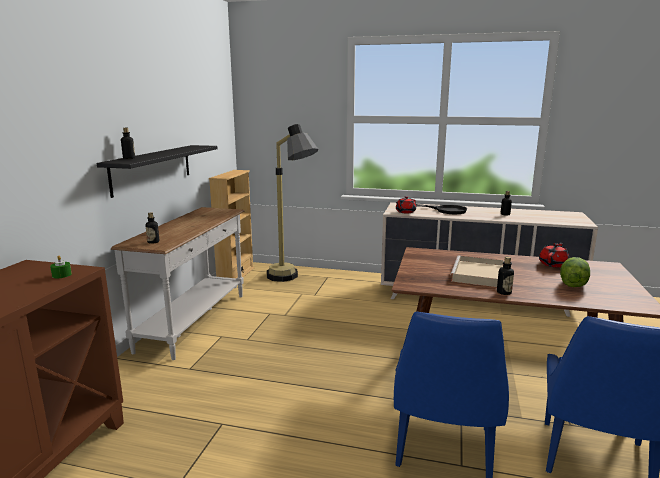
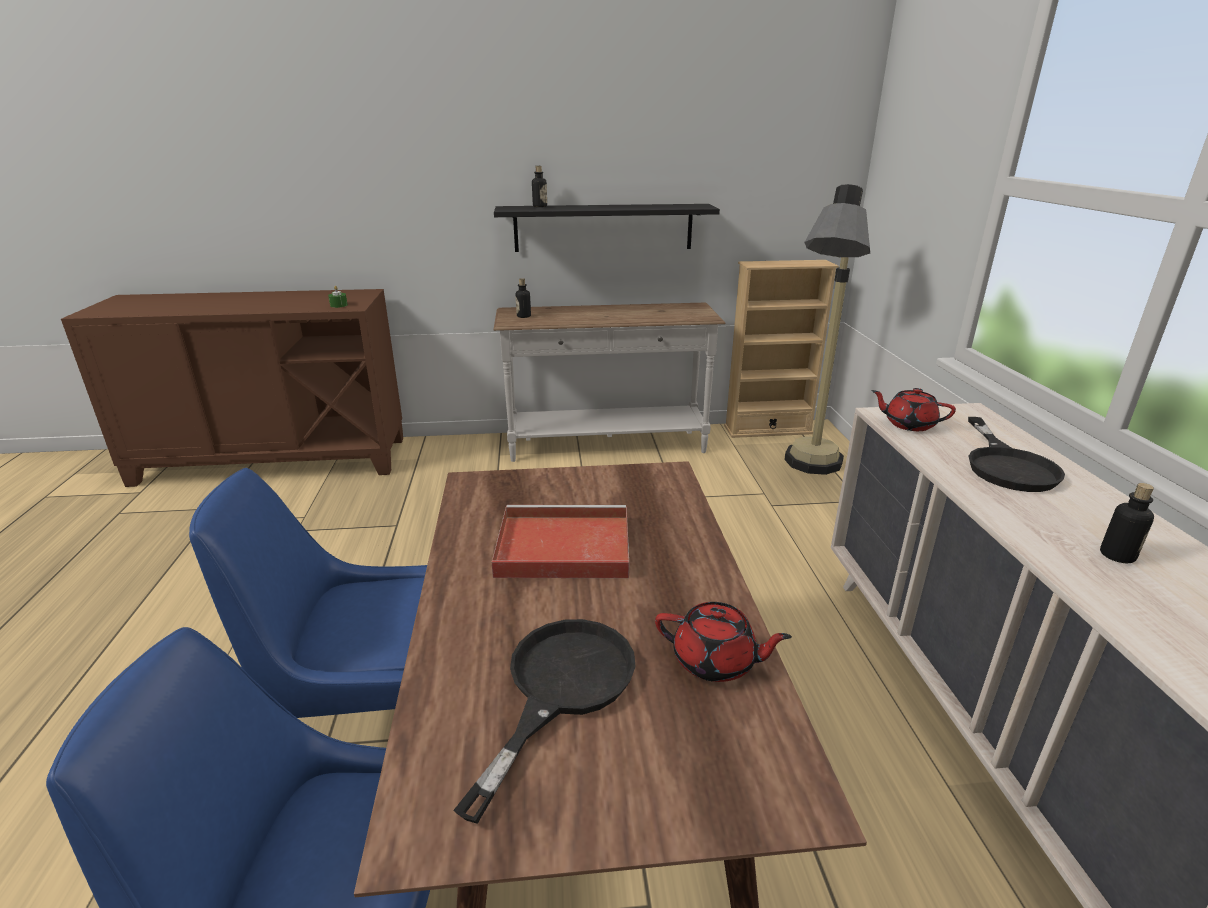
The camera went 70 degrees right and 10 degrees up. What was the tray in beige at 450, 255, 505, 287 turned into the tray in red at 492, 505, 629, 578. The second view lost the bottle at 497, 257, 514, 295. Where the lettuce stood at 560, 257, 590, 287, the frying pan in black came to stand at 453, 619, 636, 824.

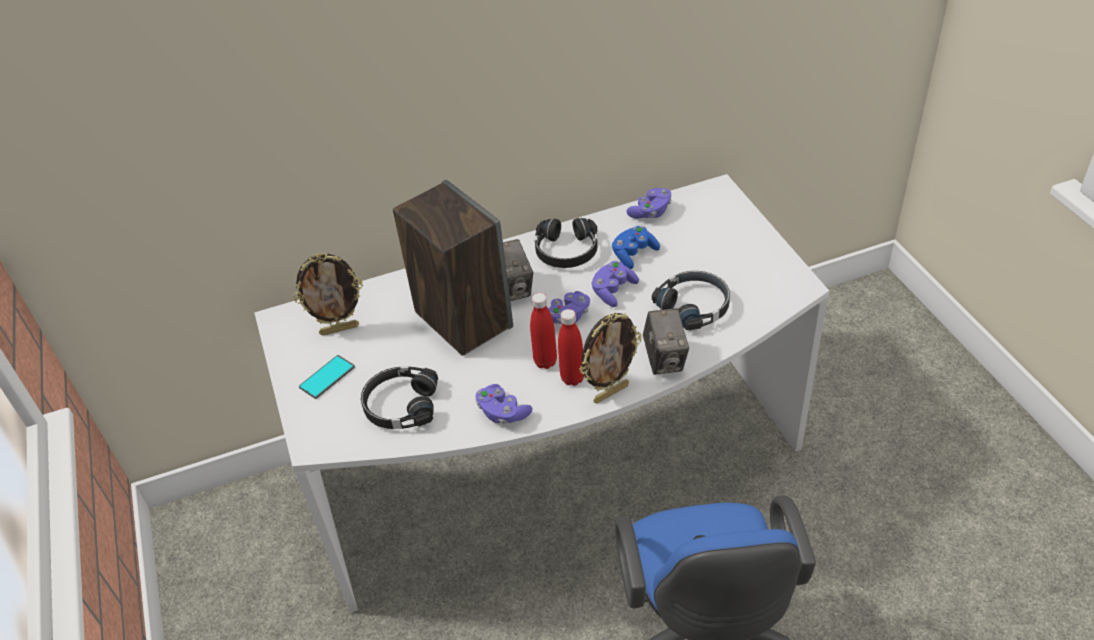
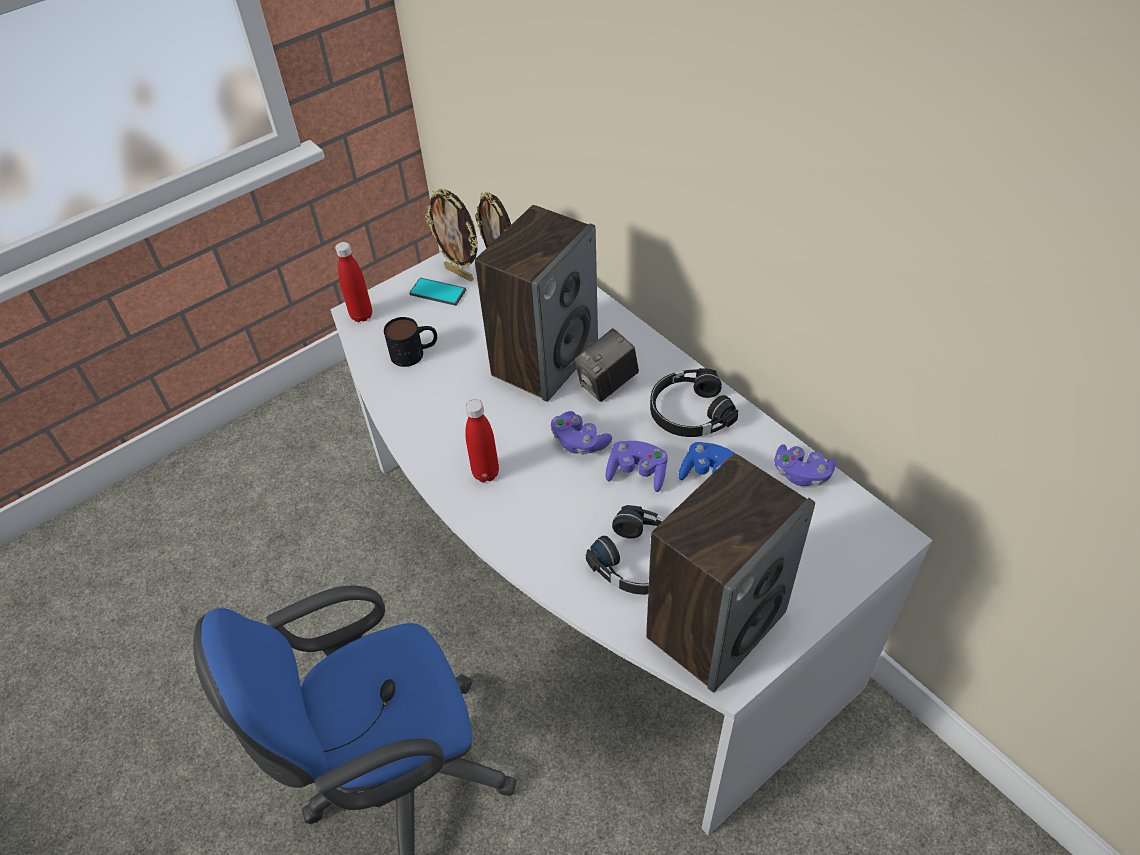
The camera went 70 degrees right and 5 degrees up. Where the headphones in black stood at 361, 367, 438, 429, the mug came to stand at 384, 317, 437, 367. The second view lost the game controller in purple at 476, 384, 532, 424. The bottle in red ended up elsewhere, having gone from 530, 293, 557, 369 to 335, 242, 372, 322. The picture frame ended up elsewhere, having gone from 580, 313, 642, 403 to 425, 188, 478, 281. The second view lost the photo camera at 643, 308, 689, 375. The second view gained the speaker at 646, 453, 815, 693.

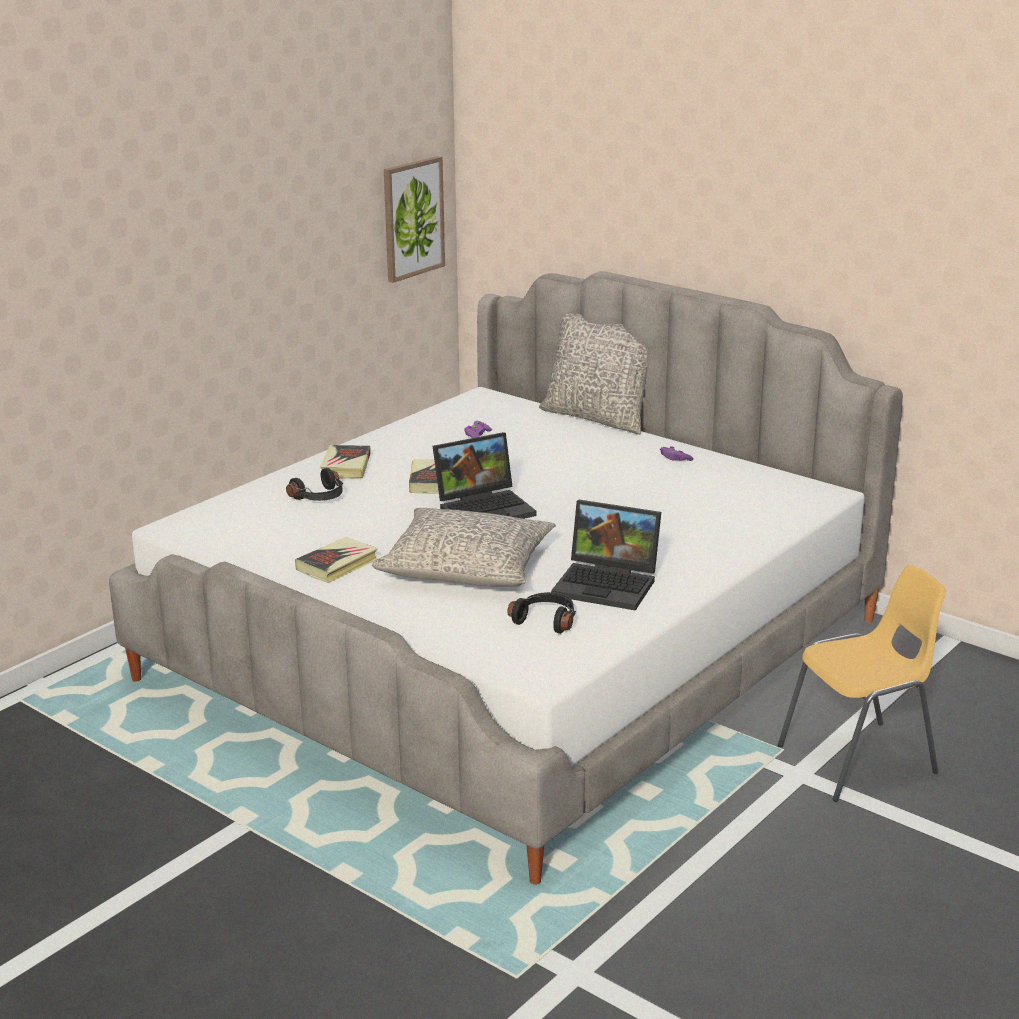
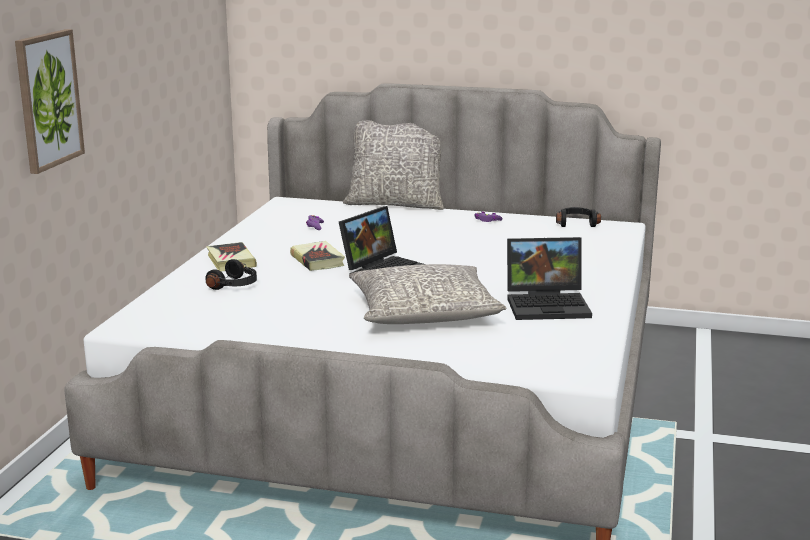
The camera went 25 degrees left and 5 degrees down. The second view lost the book at 295, 537, 378, 583. The picture ended up elsewhere, having gone from 384, 156, 445, 283 to 15, 29, 85, 174. The headphones in black ended up elsewhere, having gone from 507, 592, 576, 634 to 556, 207, 601, 227. The second view lost the chair in yellow at 778, 565, 946, 802.

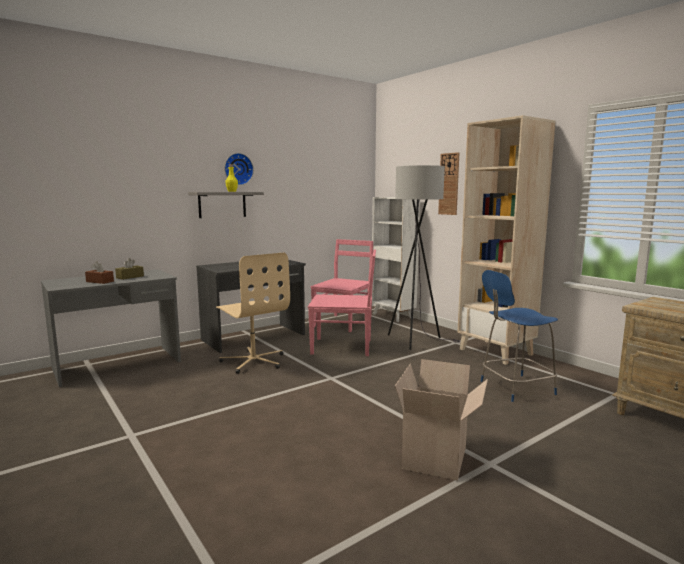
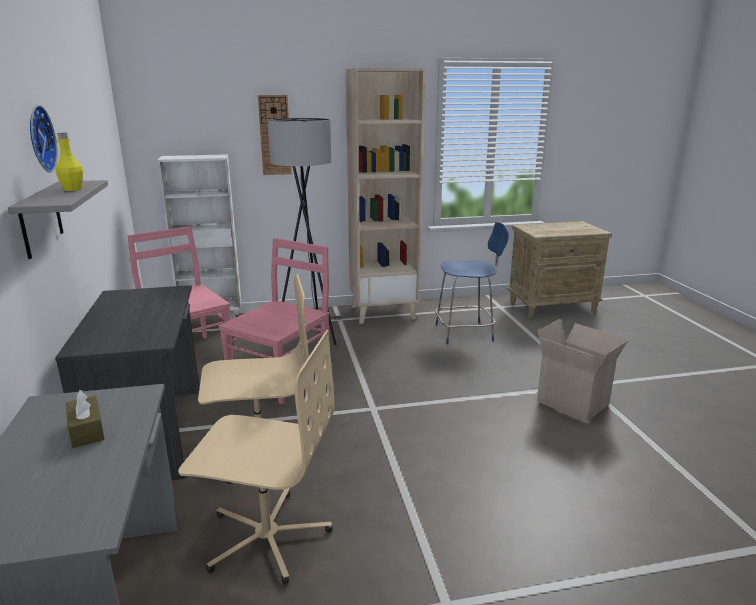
The camera went 65 degrees left and 10 degrees up. The second view lost the tissue box in brown at 85, 262, 114, 284. The chair in blue at 481, 270, 558, 402 ended up facing another way, 105 degrees counterclockwise from before. The second view gained the office chair in beige at 178, 330, 335, 585.

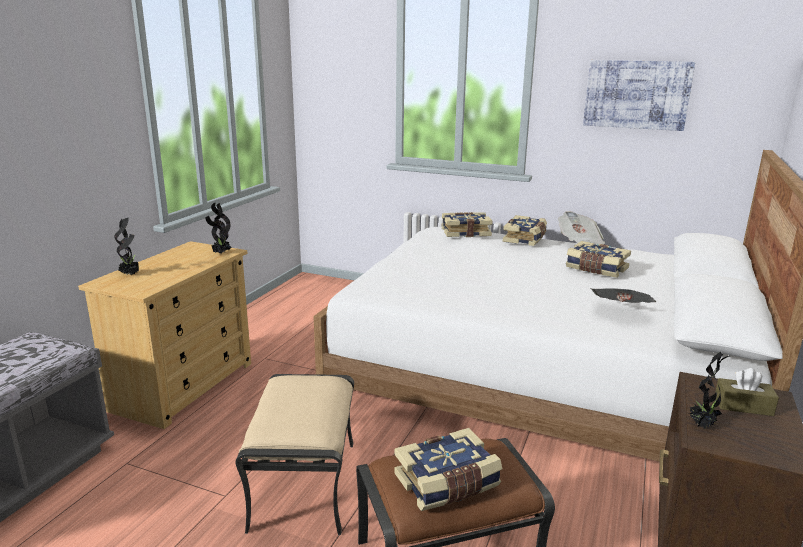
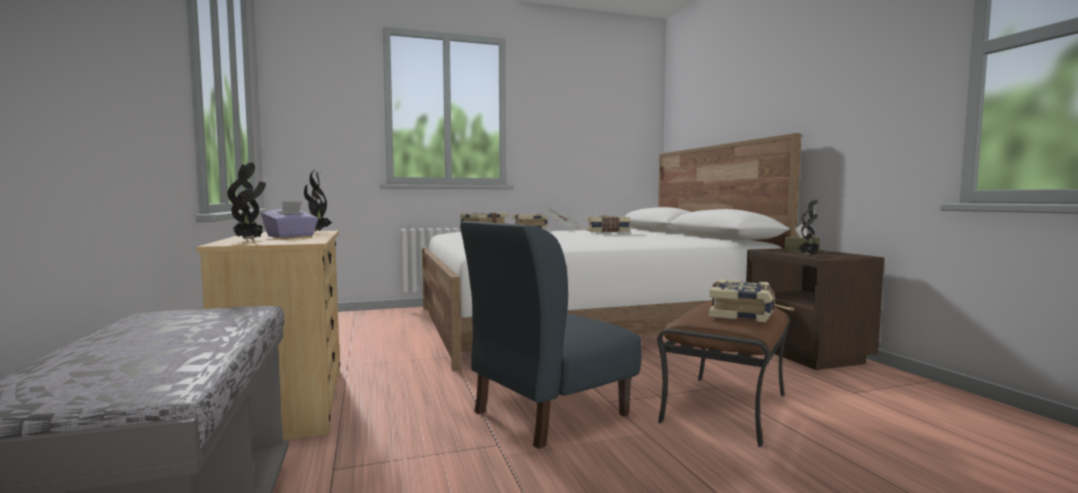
The camera went 40 degrees left and 15 degrees down. Where the ottoman in beige stood at 236, 374, 354, 535, the chair in blue came to stand at 460, 221, 642, 449. The second view lost the picture at 583, 60, 695, 131. The second view lost the newspaper at 592, 288, 656, 303. The second view gained the tissue box in purple at 261, 201, 318, 238.

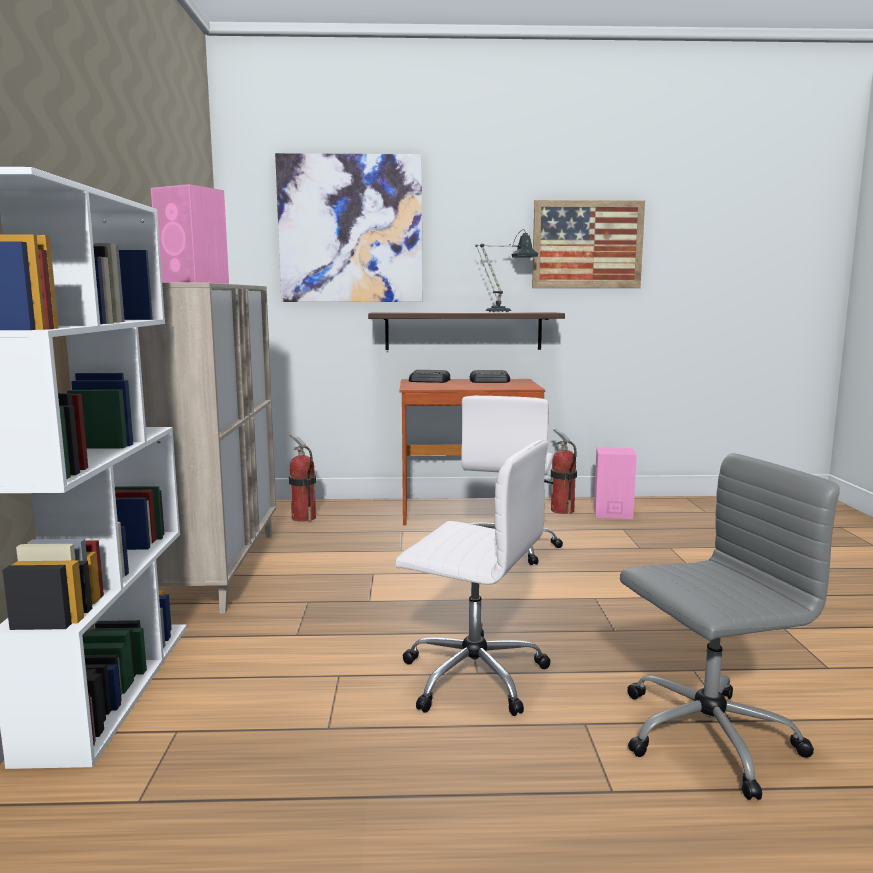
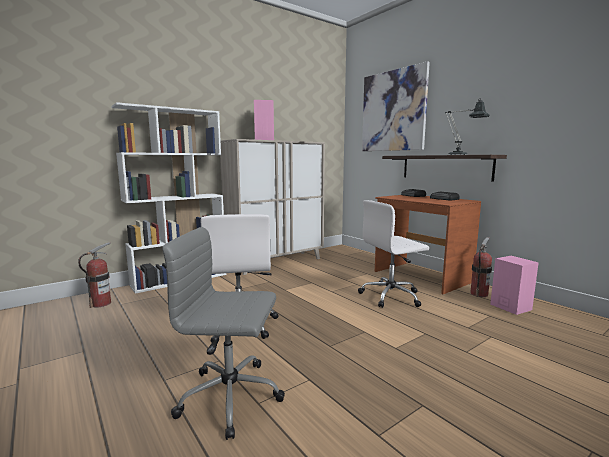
The camera went 55 degrees right and 0 degrees up. The fire extinguisher ended up elsewhere, having gone from 289, 434, 316, 522 to 78, 242, 111, 308. The second view lost the picture at 532, 200, 645, 288. The office chair in grey at 620, 453, 840, 800 ended up facing another way, 150 degrees clockwise from before.

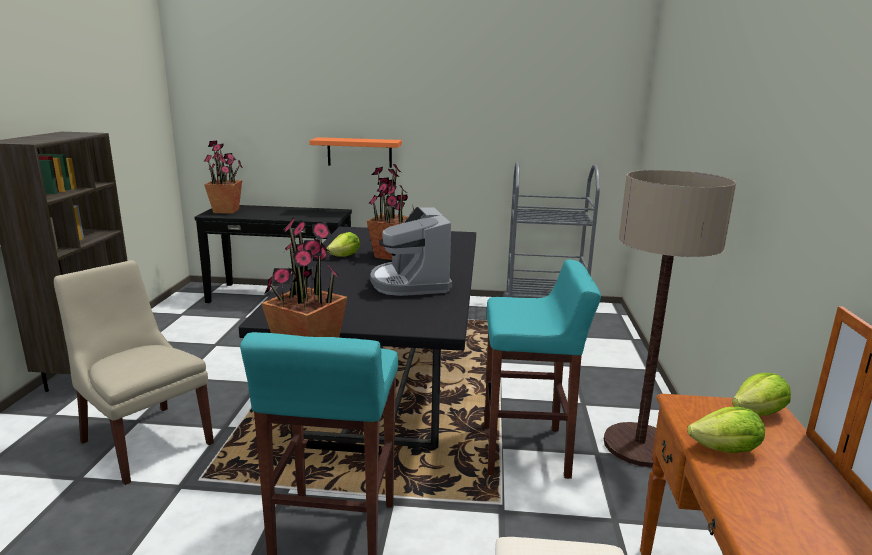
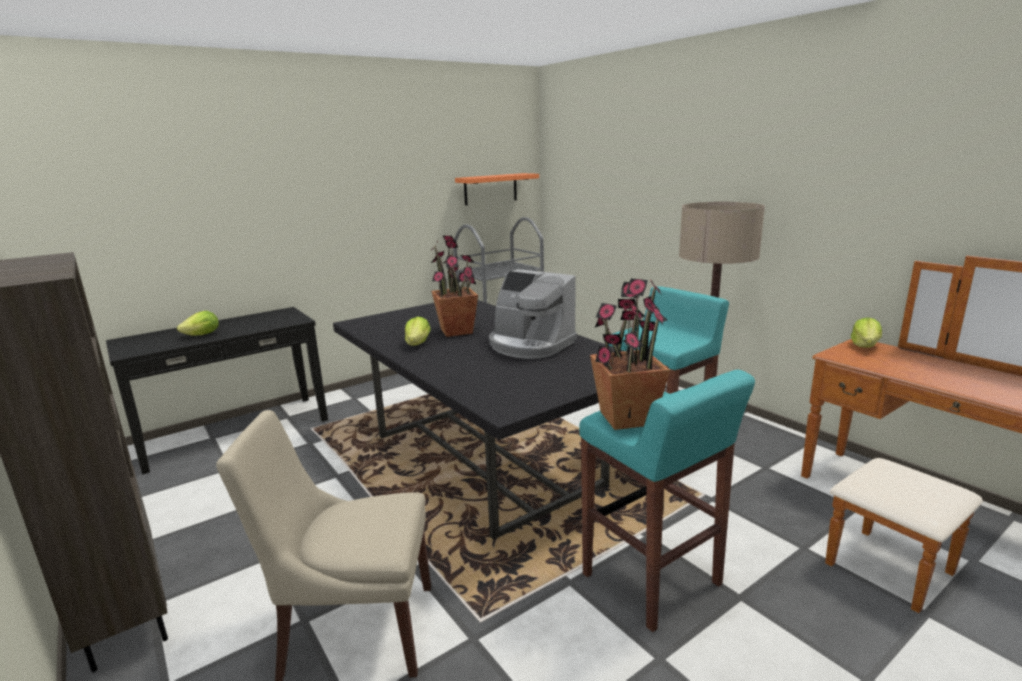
The camera went 40 degrees left and 0 degrees up. The second view lost the potted plant at 204, 140, 243, 214. The shelf in orange ended up elsewhere, having gone from 309, 137, 402, 168 to 455, 173, 539, 205. The lettuce ended up elsewhere, having gone from 687, 407, 765, 453 to 177, 311, 219, 335.

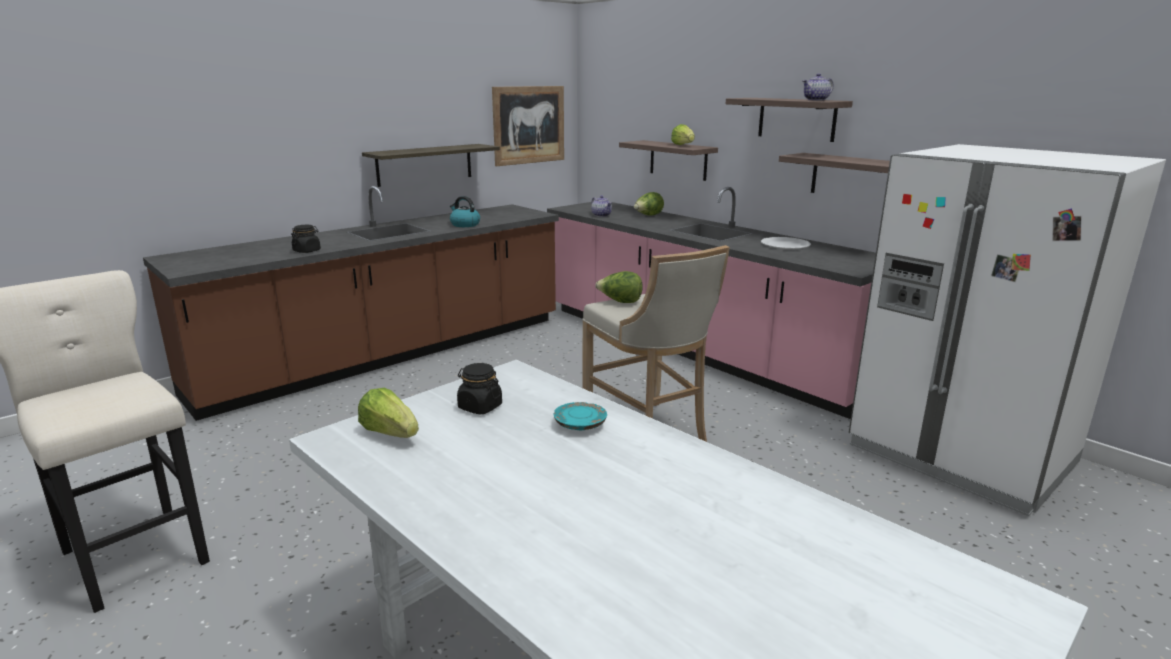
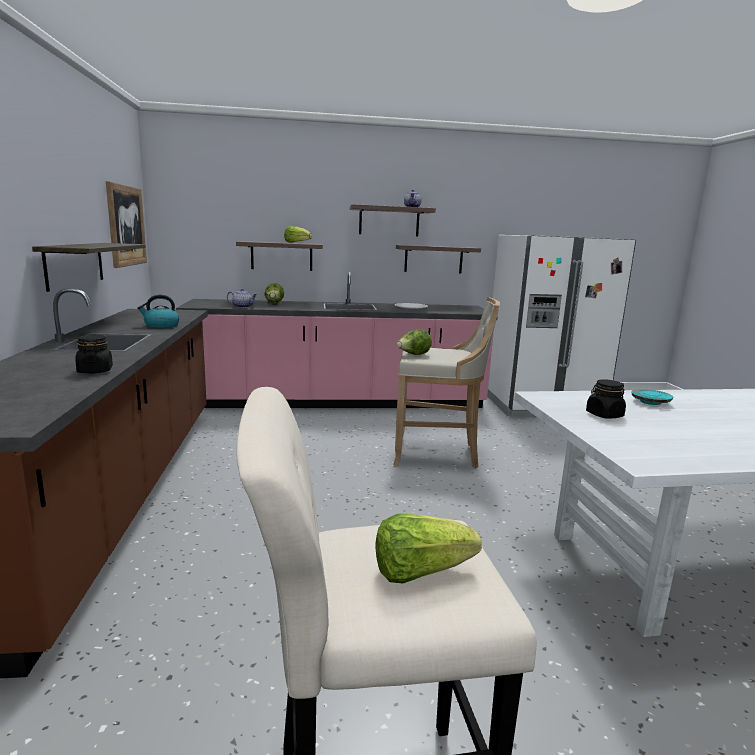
The camera went 55 degrees left and 5 degrees down. The lettuce ended up elsewhere, having gone from 358, 388, 419, 438 to 376, 513, 482, 583.

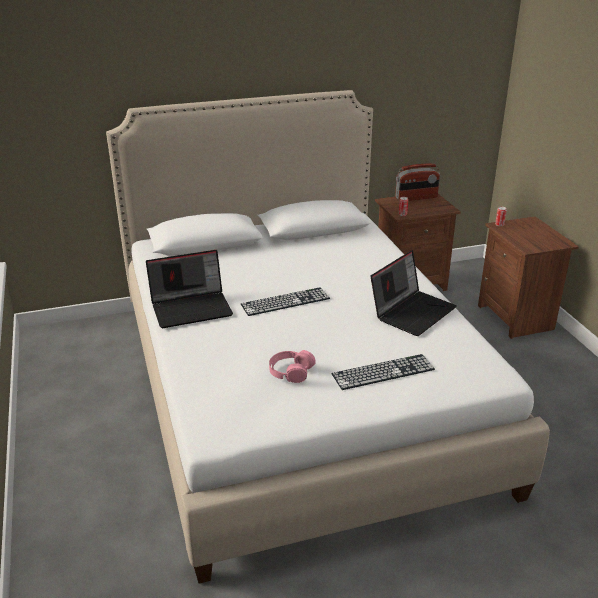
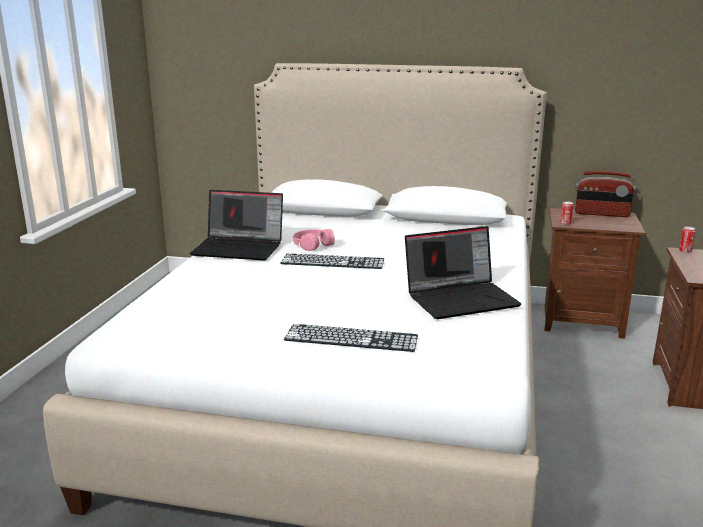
The camera went 30 degrees right and 10 degrees down. The headphones in pink ended up elsewhere, having gone from 269, 350, 316, 383 to 293, 229, 335, 251.

